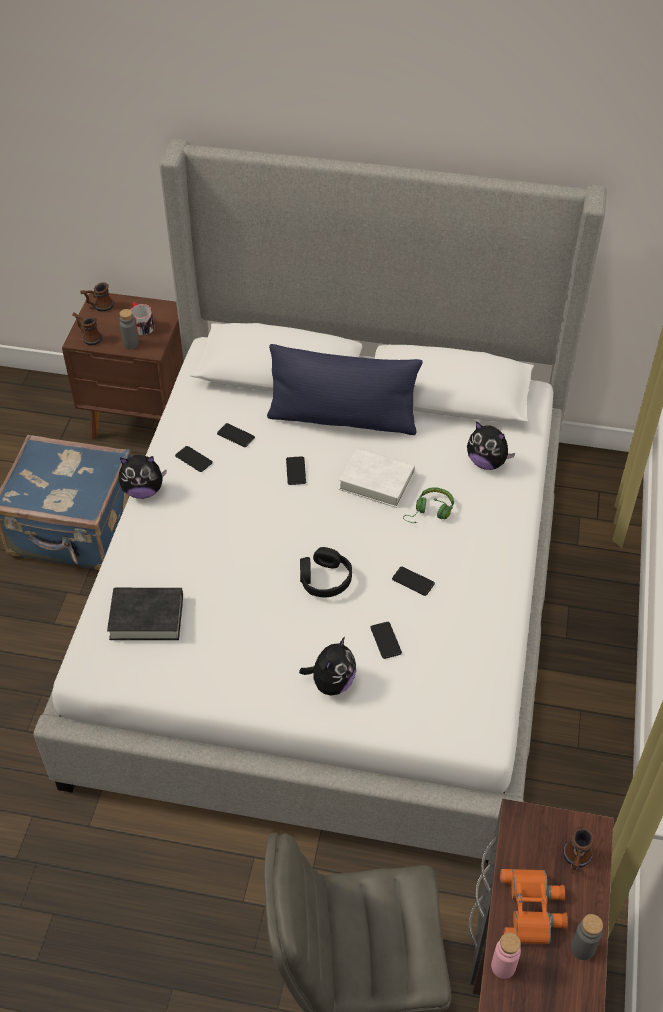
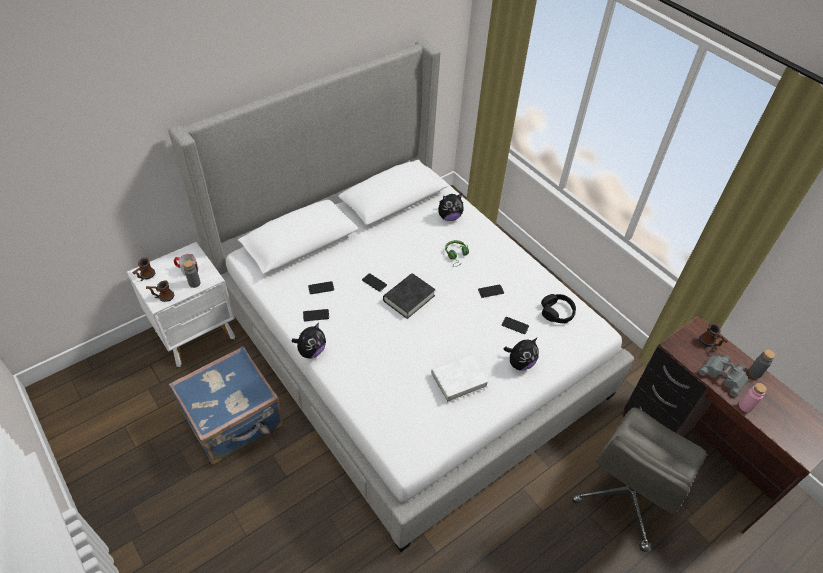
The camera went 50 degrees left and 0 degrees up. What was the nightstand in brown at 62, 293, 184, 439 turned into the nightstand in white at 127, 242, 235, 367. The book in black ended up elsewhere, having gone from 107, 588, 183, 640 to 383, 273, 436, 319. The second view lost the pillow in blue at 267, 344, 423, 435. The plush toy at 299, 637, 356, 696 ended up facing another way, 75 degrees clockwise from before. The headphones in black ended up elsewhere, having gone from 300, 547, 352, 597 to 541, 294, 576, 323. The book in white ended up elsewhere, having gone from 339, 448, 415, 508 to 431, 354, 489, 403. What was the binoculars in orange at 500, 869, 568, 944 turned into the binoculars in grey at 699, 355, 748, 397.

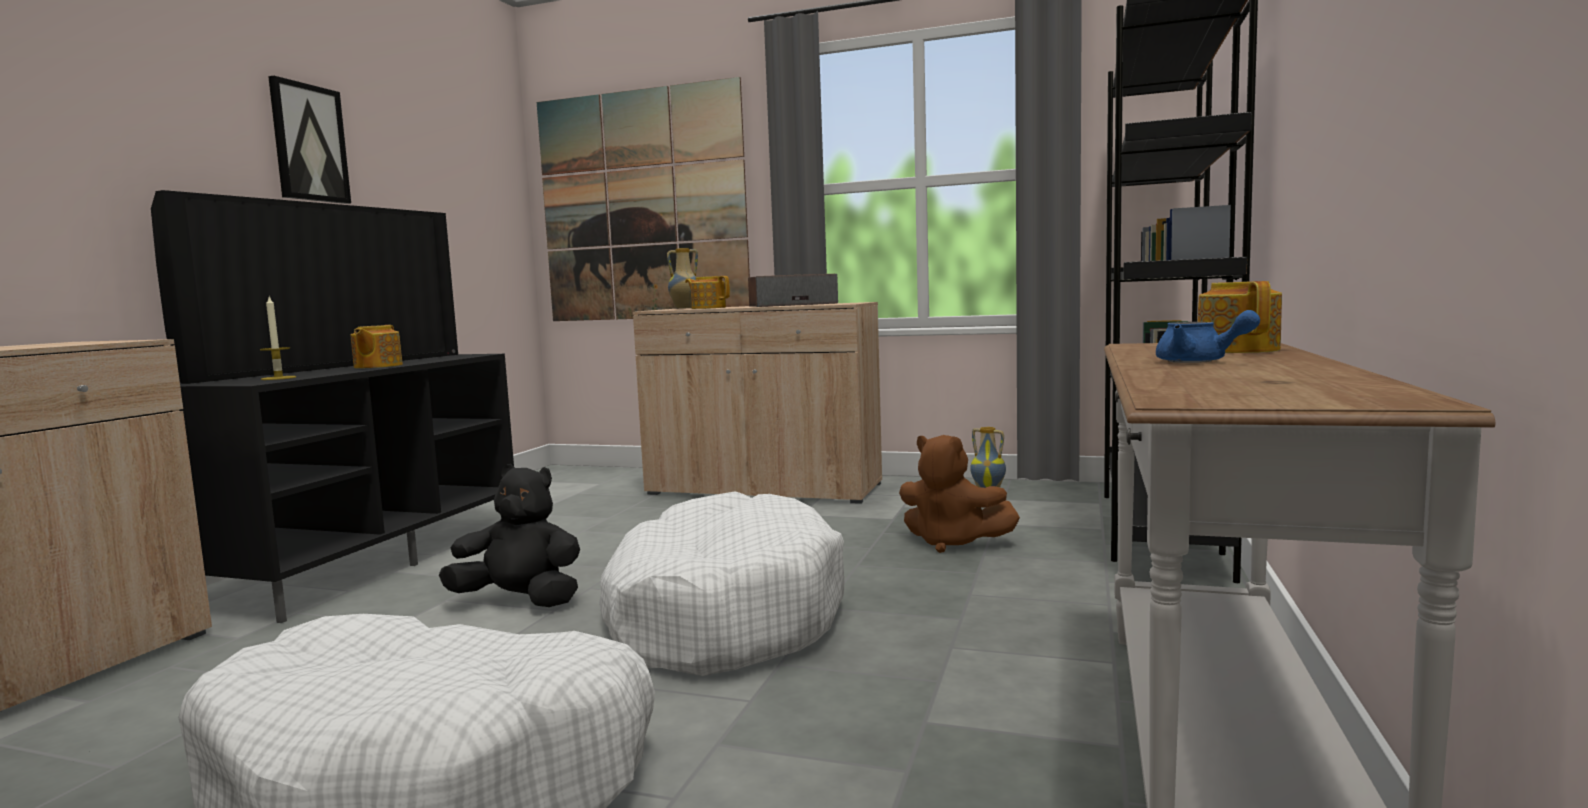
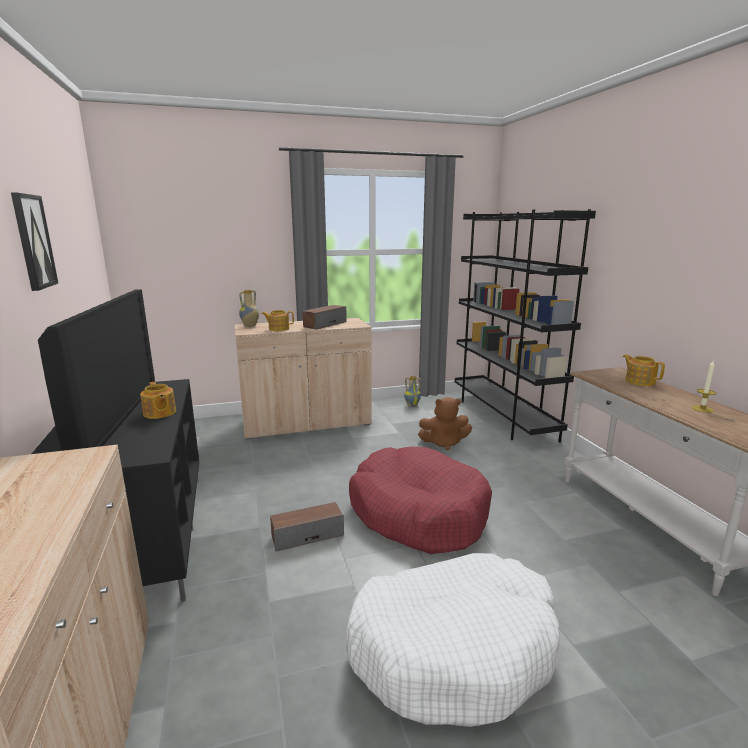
The camera went 35 degrees left and 10 degrees up. The candle ended up elsewhere, having gone from 260, 297, 296, 380 to 691, 361, 716, 413. Where the plush toy in black stood at 439, 464, 580, 607, the speaker came to stand at 270, 502, 344, 552. The second view lost the picture at 537, 77, 750, 321. What was the dog bed in white at 599, 491, 845, 676 turned into the dog bed in red at 349, 447, 492, 554. The second view lost the teapot in blue at 1156, 310, 1260, 363.

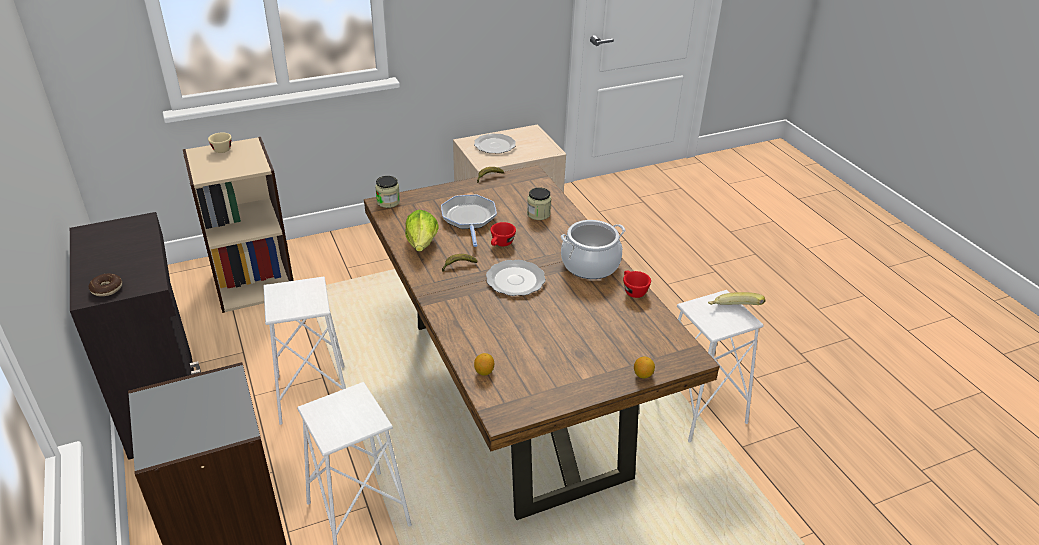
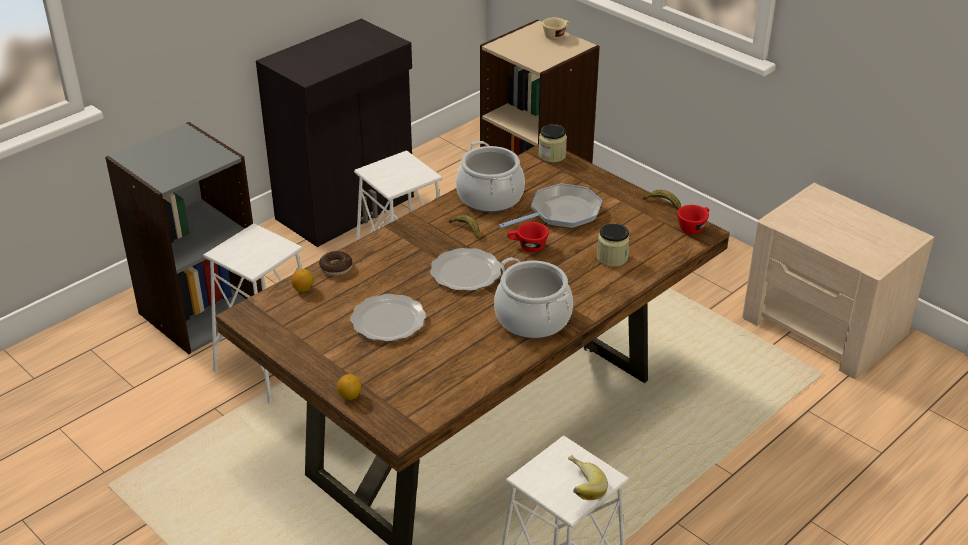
The camera went 70 degrees right and 0 degrees up. The donut ended up elsewhere, having gone from 89, 274, 122, 296 to 319, 251, 353, 276. Where the lettuce stood at 405, 210, 439, 251, the cooking pot came to stand at 456, 141, 525, 212. The plate ended up elsewhere, having gone from 474, 133, 516, 154 to 350, 294, 426, 342. The cup in red ended up elsewhere, having gone from 623, 270, 651, 298 to 677, 205, 709, 234.

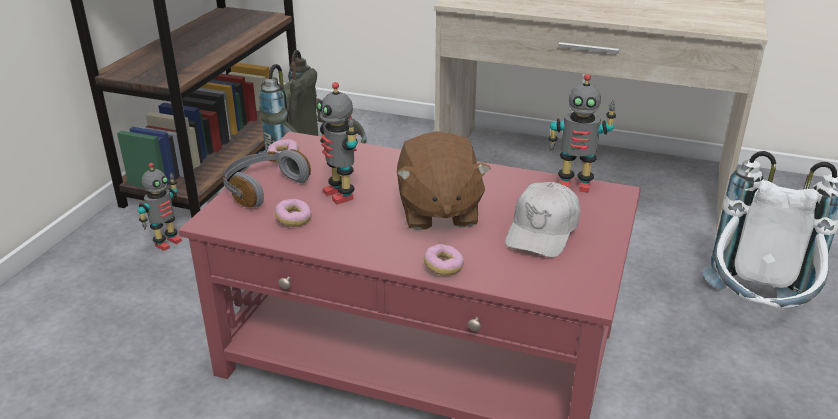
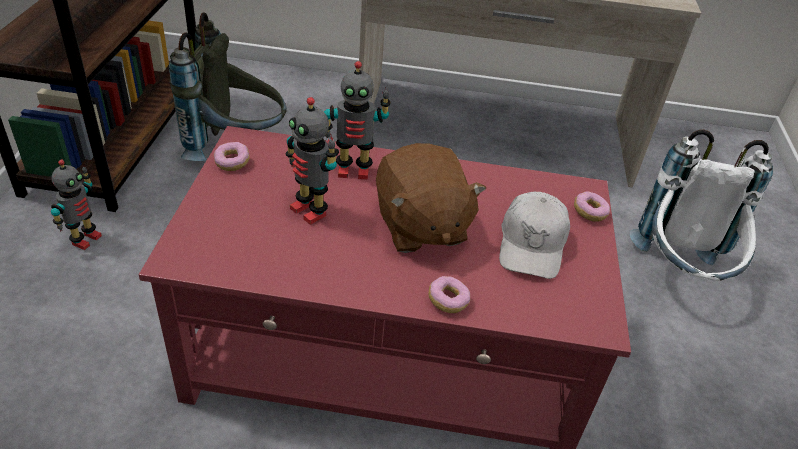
The camera went 15 degrees left and 10 degrees up. The second view lost the headphones in grey at 222, 149, 311, 207. The donut ended up elsewhere, having gone from 275, 199, 312, 227 to 574, 191, 610, 222. The toy robot ended up elsewhere, having gone from 548, 74, 616, 193 to 324, 61, 391, 180.

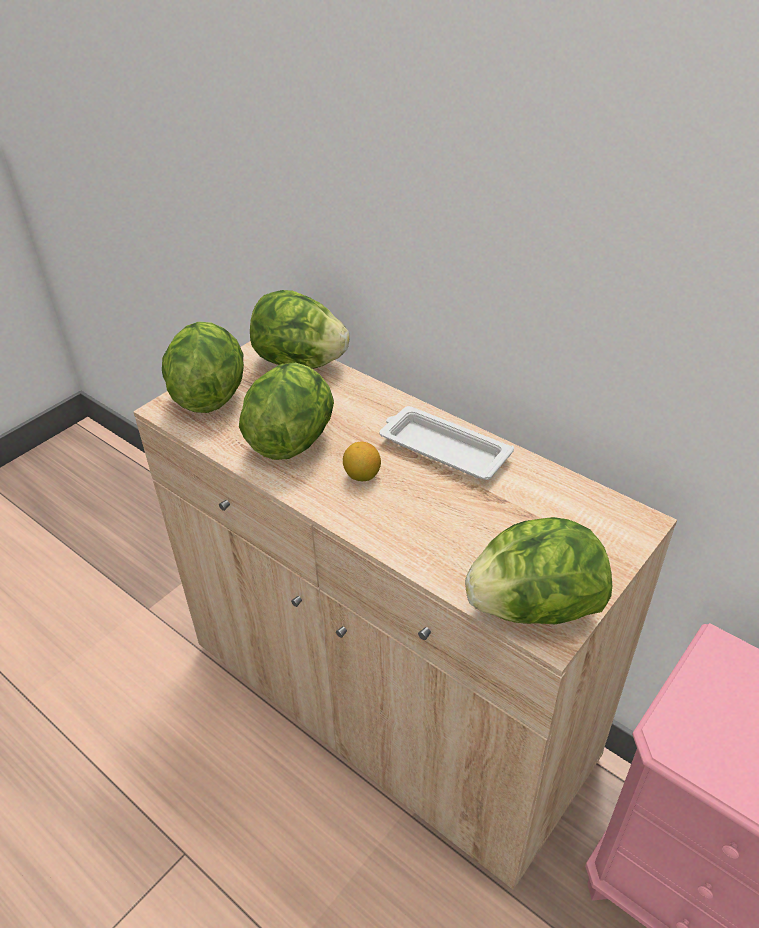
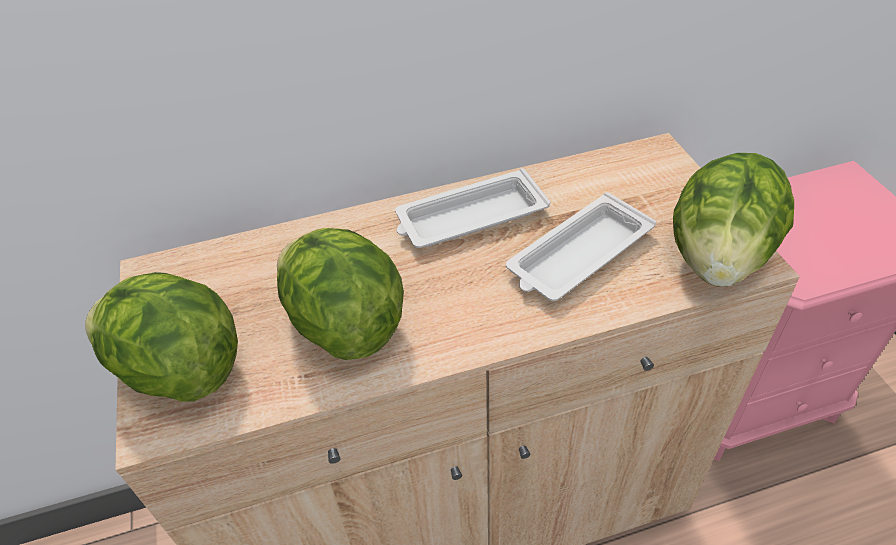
The camera went 55 degrees left and 5 degrees up. The second view lost the lettuce at 250, 290, 349, 369. The second view lost the lemon at 343, 441, 381, 481. The second view gained the tray in white at 506, 192, 656, 301.

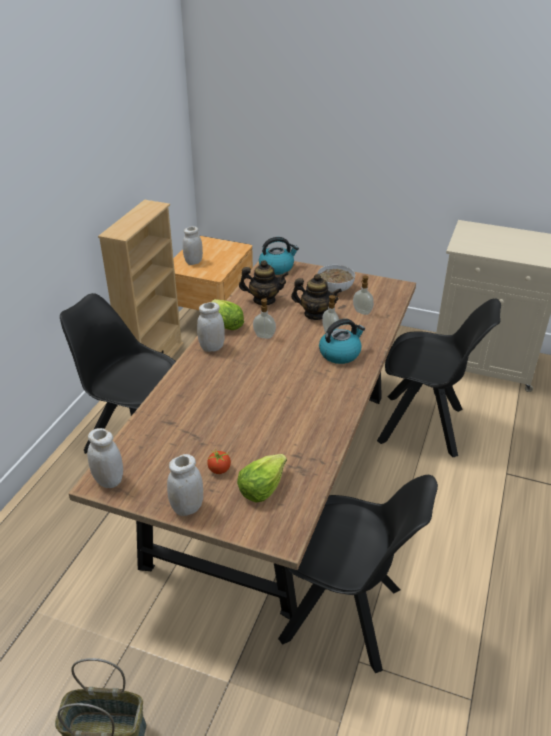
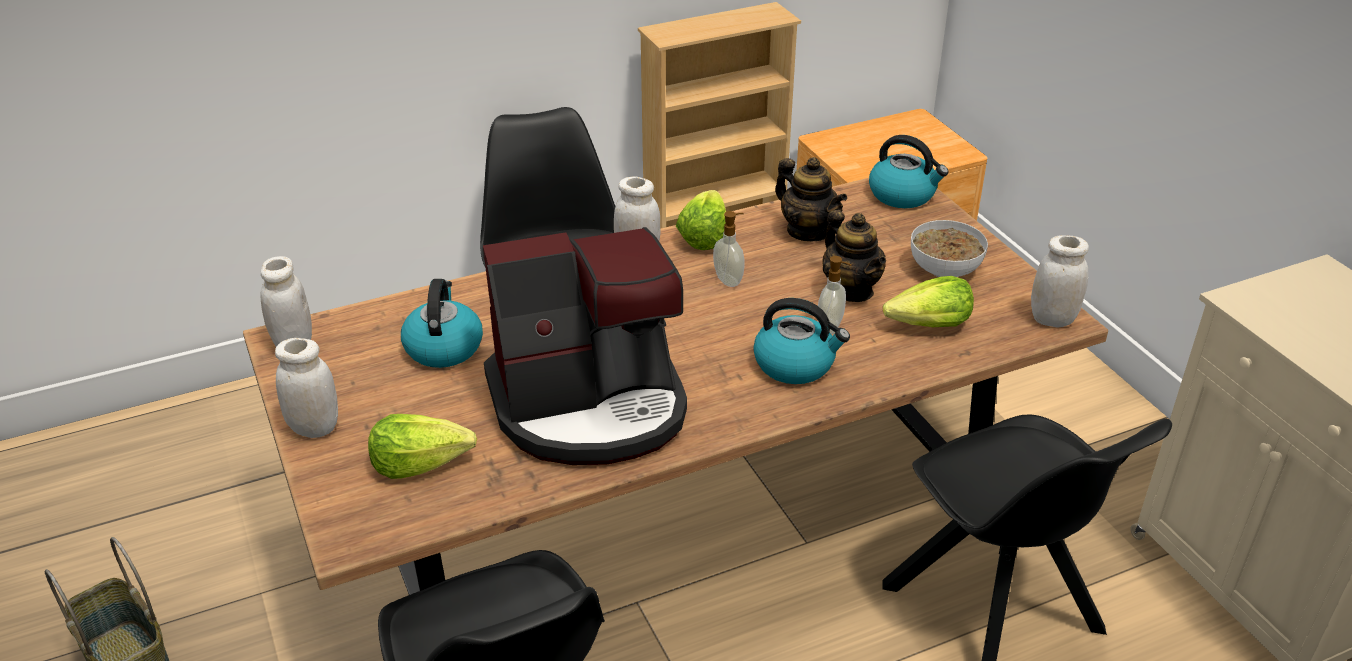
The camera went 45 degrees right and 0 degrees up. The jar in white ended up elsewhere, having gone from 183, 226, 203, 265 to 1031, 235, 1089, 327. The second view lost the tomato at 207, 450, 231, 474. Where the soap dispenser stood at 353, 275, 374, 315, the lettuce came to stand at 883, 276, 974, 327. The second view gained the kettle at 401, 279, 483, 368. The second view gained the coffee machine at 483, 227, 687, 465.

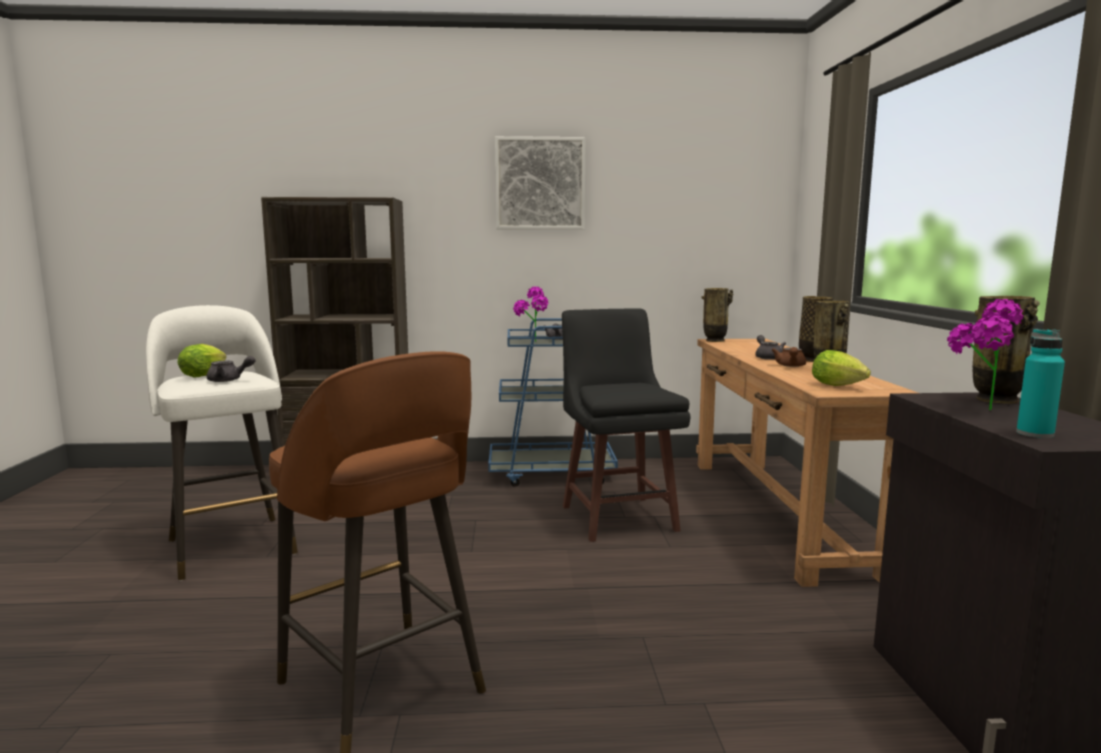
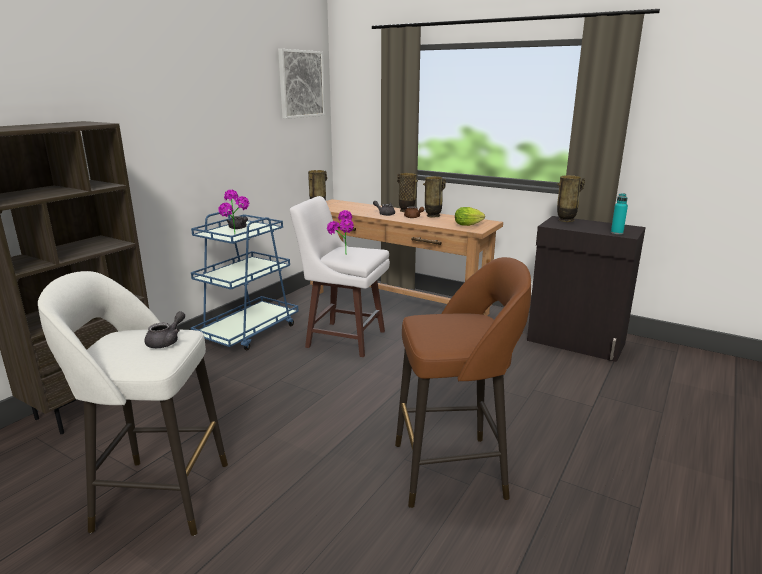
The camera went 55 degrees left and 10 degrees up. The second view lost the lettuce at 178, 344, 227, 378. The picture ended up elsewhere, having gone from 495, 136, 586, 230 to 278, 49, 325, 119. What was the stool in black at 562, 308, 690, 542 turned into the stool in white at 290, 196, 390, 357. The potted plant ended up elsewhere, having gone from 947, 299, 1023, 410 to 327, 210, 354, 251.

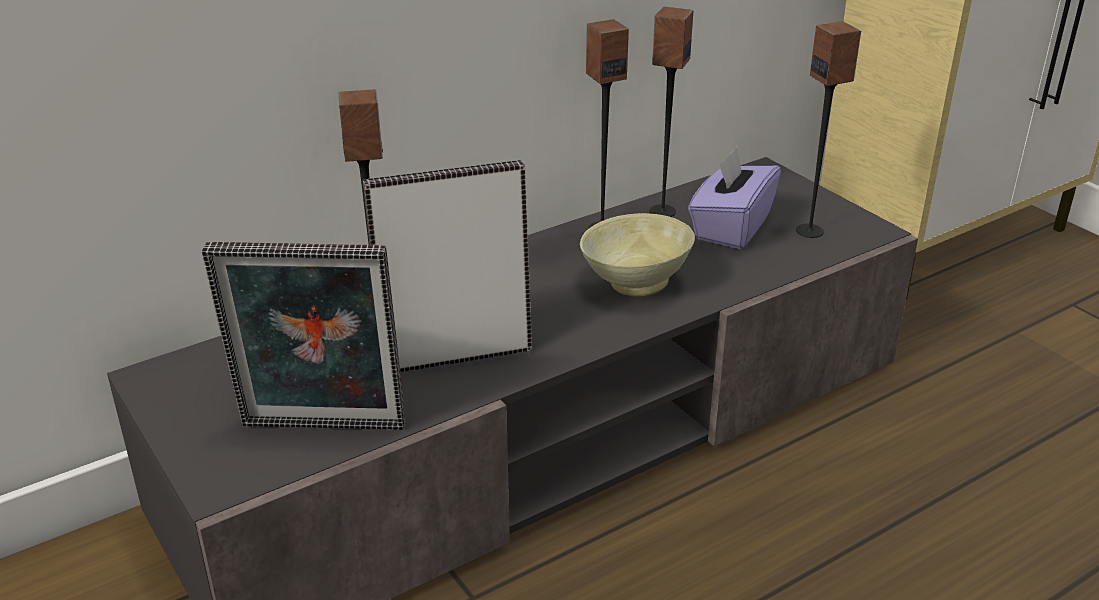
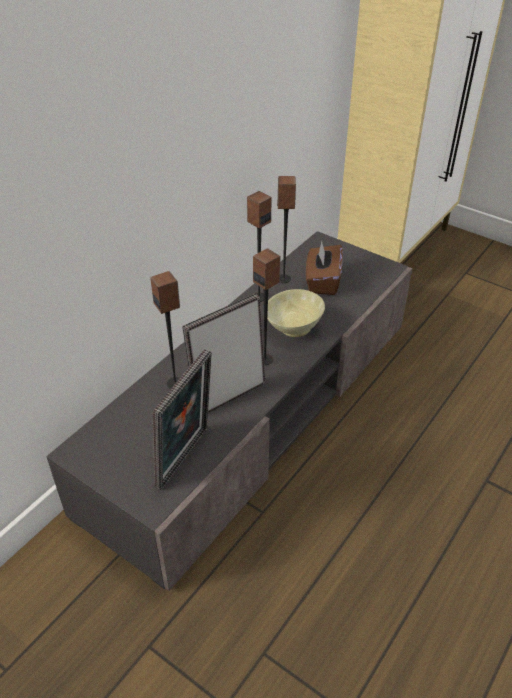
The camera went 20 degrees left and 10 degrees up. The picture frame at 202, 242, 405, 430 ended up facing another way, 45 degrees counterclockwise from before. What was the tissue box in purple at 688, 147, 781, 249 turned into the tissue box in brown at 306, 240, 343, 295. The speaker ended up elsewhere, having gone from 796, 21, 861, 238 to 253, 248, 280, 365.

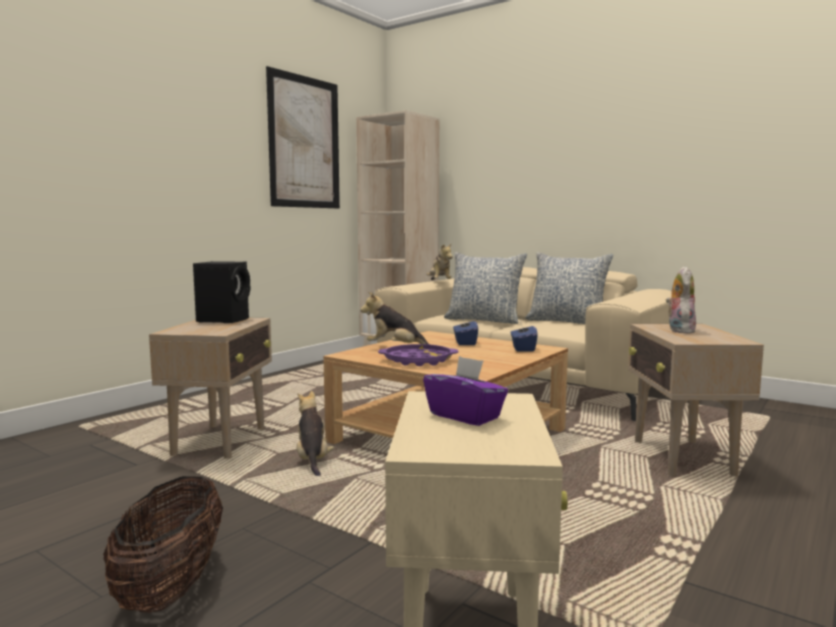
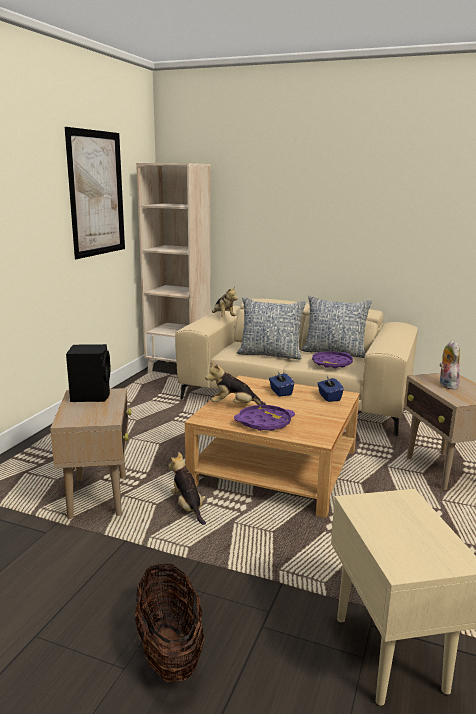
The camera went 15 degrees left and 10 degrees up. The second view lost the tissue box in purple at 423, 356, 508, 426. The second view gained the tray in purple at 312, 351, 353, 369.

